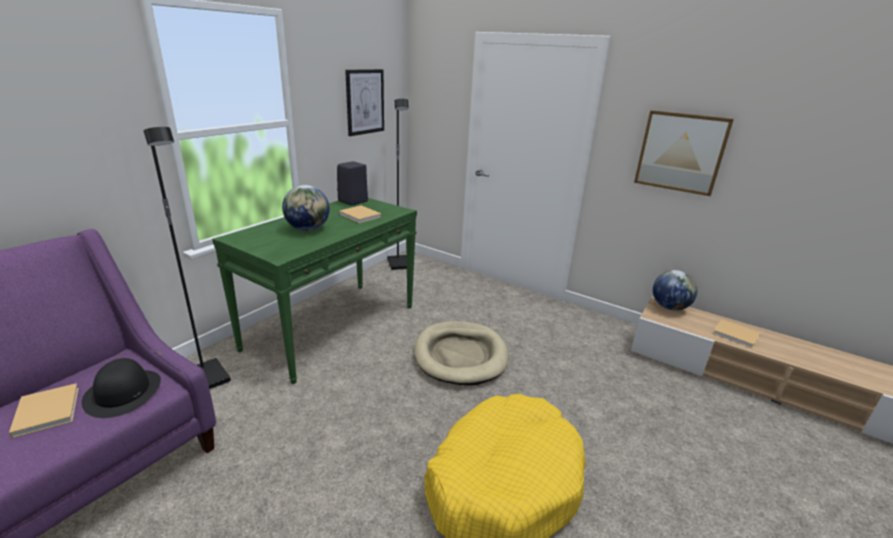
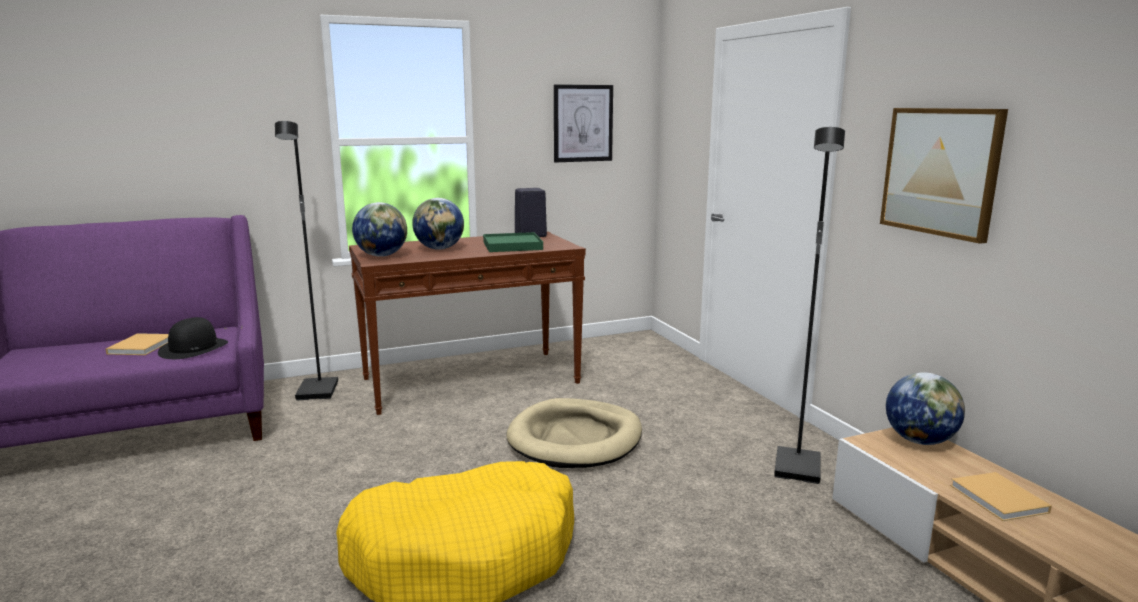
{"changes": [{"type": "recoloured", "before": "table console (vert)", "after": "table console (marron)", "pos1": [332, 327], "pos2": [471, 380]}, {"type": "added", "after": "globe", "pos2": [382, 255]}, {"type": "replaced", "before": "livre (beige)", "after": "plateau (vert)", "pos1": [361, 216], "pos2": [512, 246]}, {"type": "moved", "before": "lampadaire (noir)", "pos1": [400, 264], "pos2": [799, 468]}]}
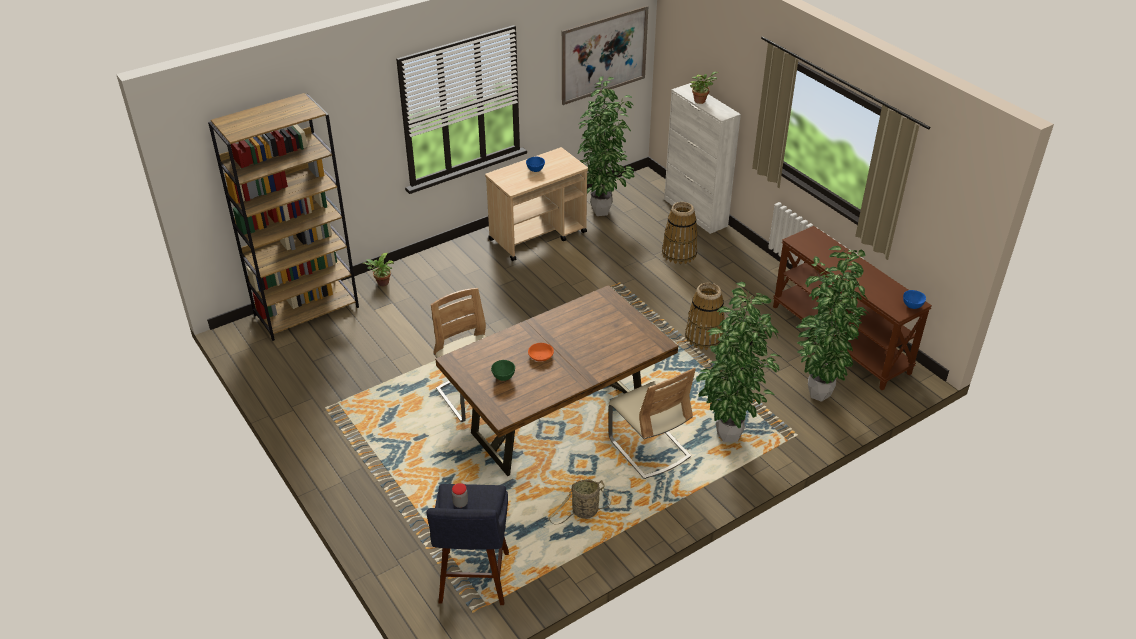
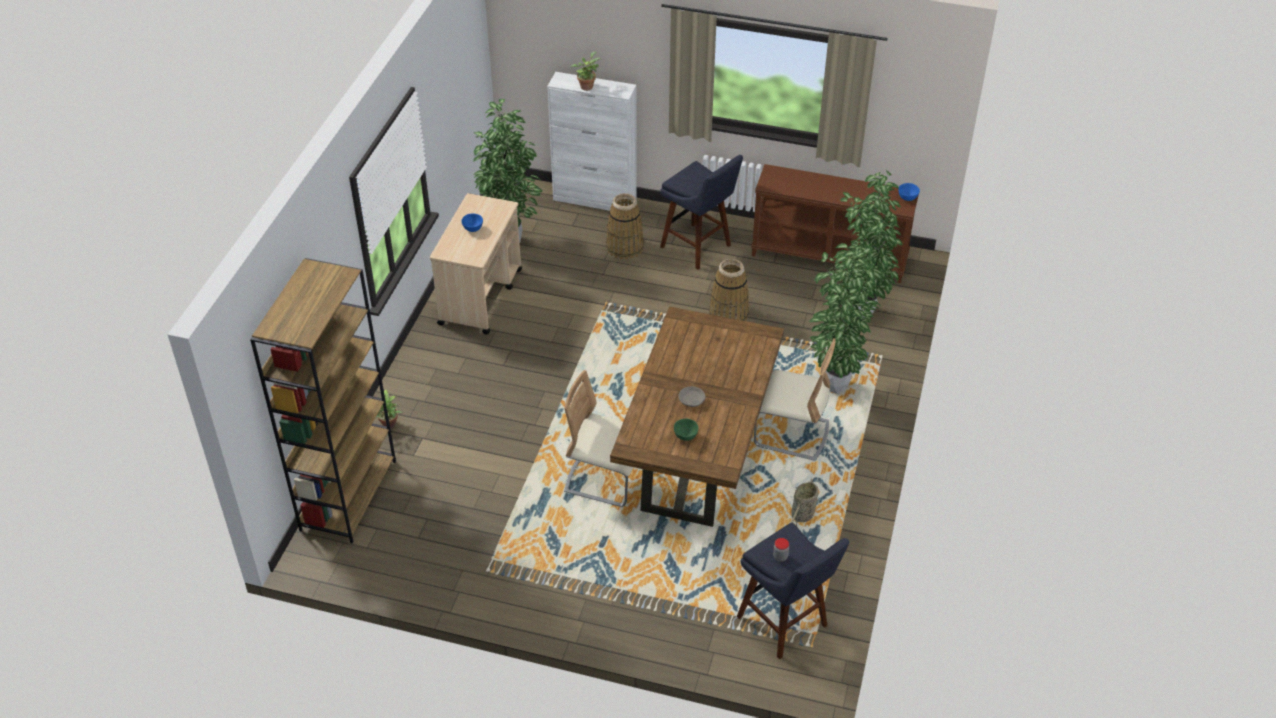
{"changes": [{"type": "added", "after": "tabouret (bleu)", "pos2": [699, 248]}, {"type": "recoloured", "before": "bol (orange)", "after": "bol (gris)", "pos1": [540, 356], "pos2": [691, 400]}, {"type": "removed", "before": "tableau", "pos1": [604, 55]}]}
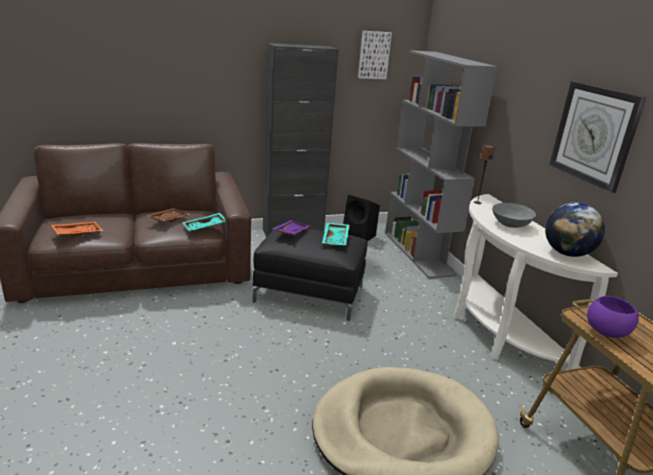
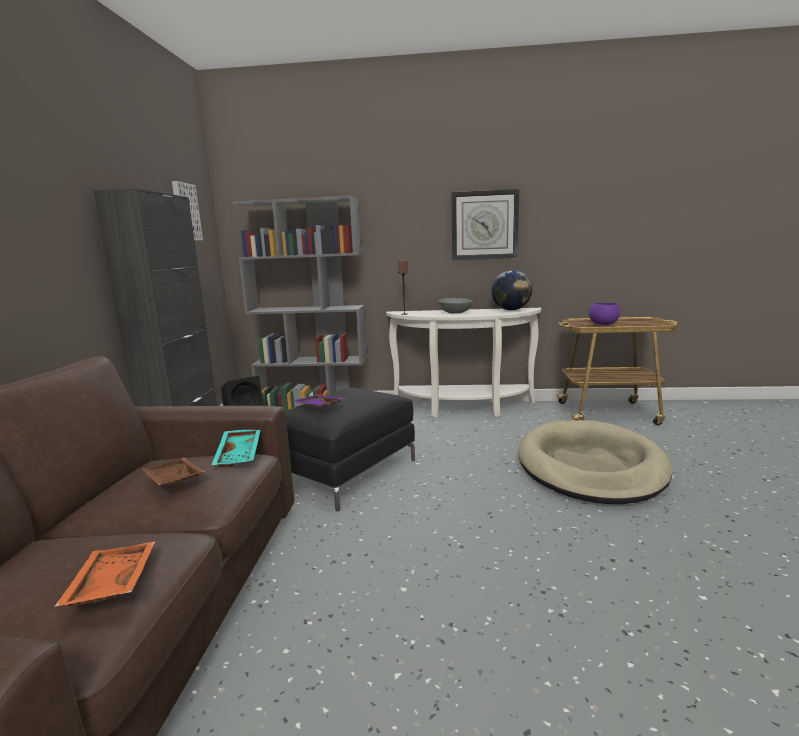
{"changes": [{"type": "removed", "before": "plateau (turquoise)", "pos1": [336, 239]}]}
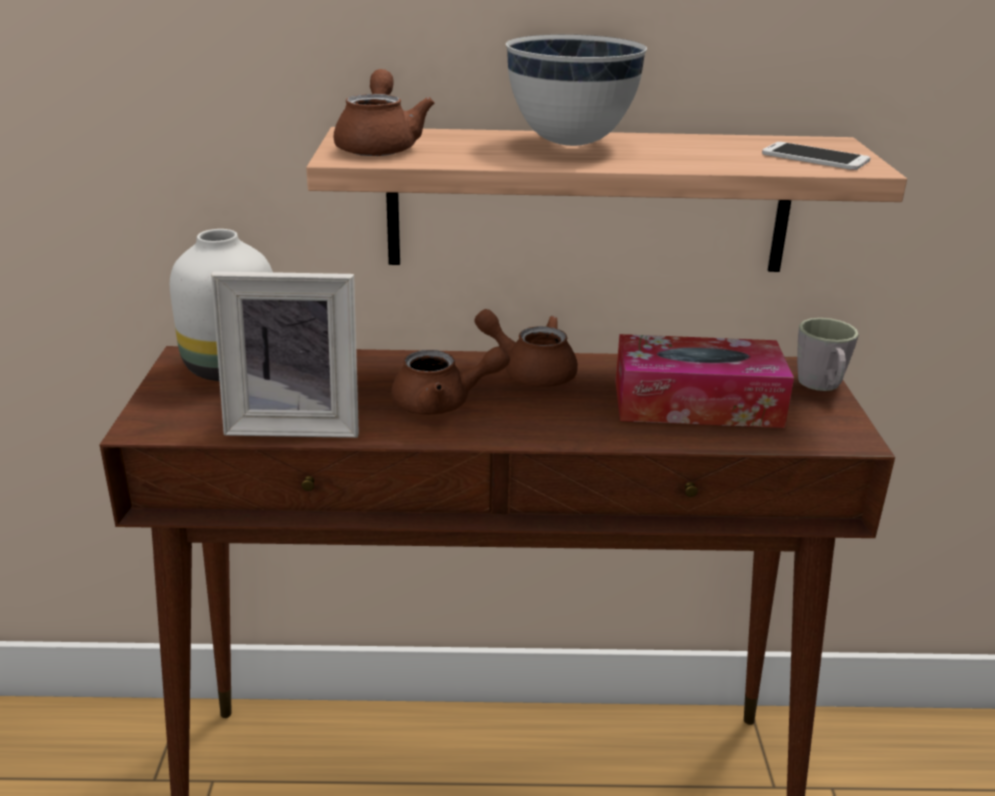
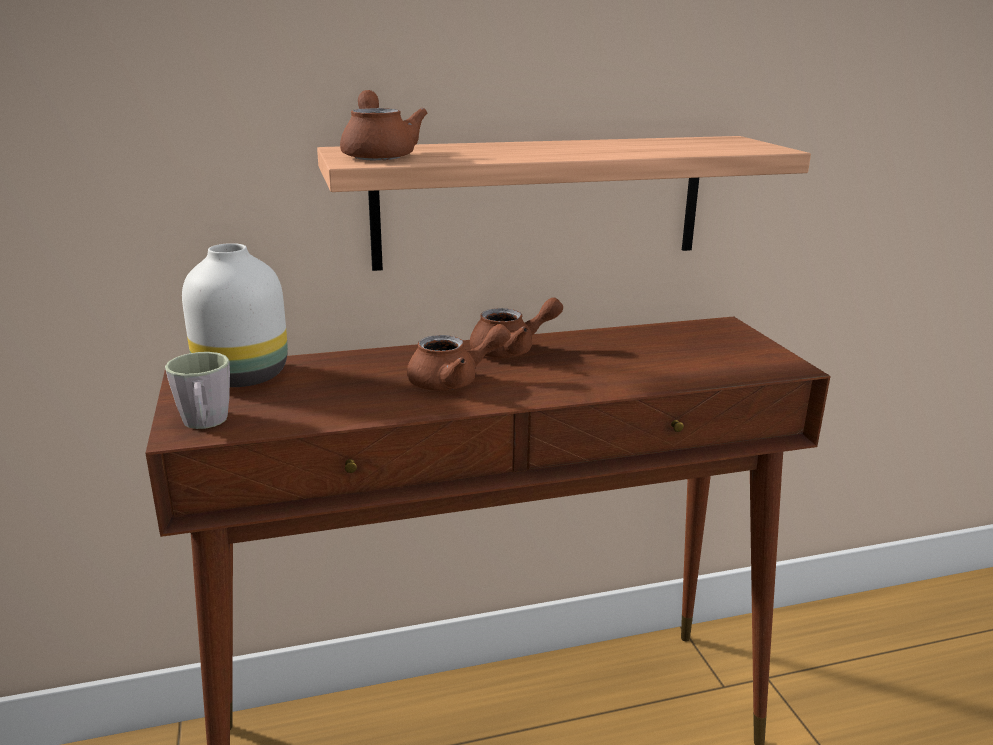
{"changes": [{"type": "moved", "before": "mug (gris)", "pos1": [822, 386], "pos2": [205, 424]}, {"type": "turned", "before": "théière (marron)", "pos1": [530, 371], "pos2": [512, 350], "turn": 150}, {"type": "removed", "before": "cadre photo", "pos1": [296, 423]}, {"type": "removed", "before": "bol (blanc)", "pos1": [569, 144]}, {"type": "removed", "before": "boîte à mouchoirs", "pos1": [696, 404]}, {"type": "removed", "before": "téléphone", "pos1": [815, 157]}]}
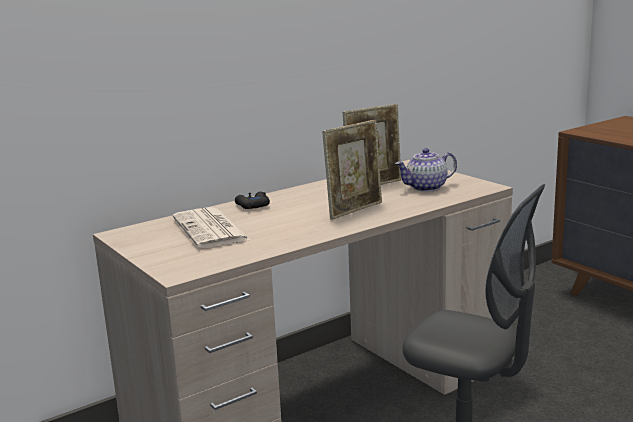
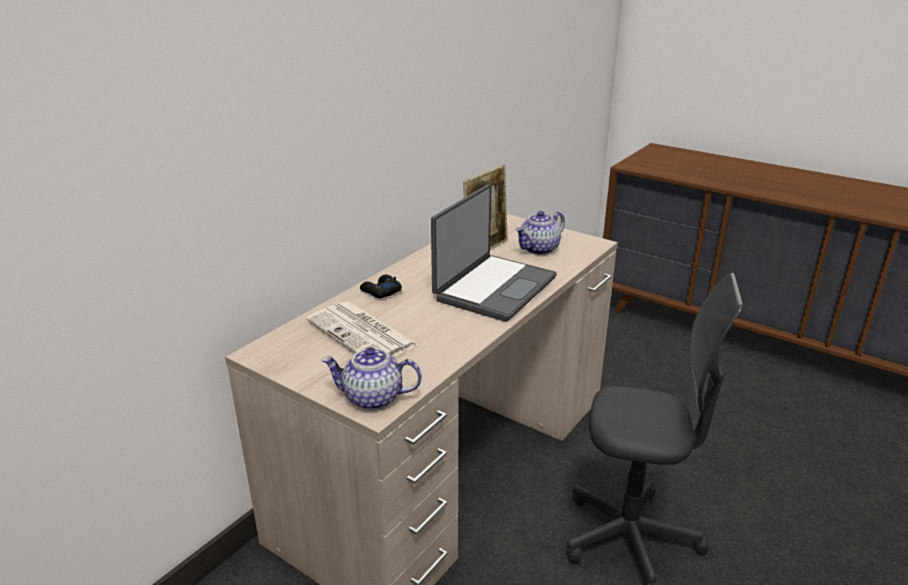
{"changes": [{"type": "added", "after": "théière", "pos2": [372, 398]}, {"type": "replaced", "before": "cadre photo", "after": "ordinateur portable", "pos1": [355, 210], "pos2": [493, 288]}]}
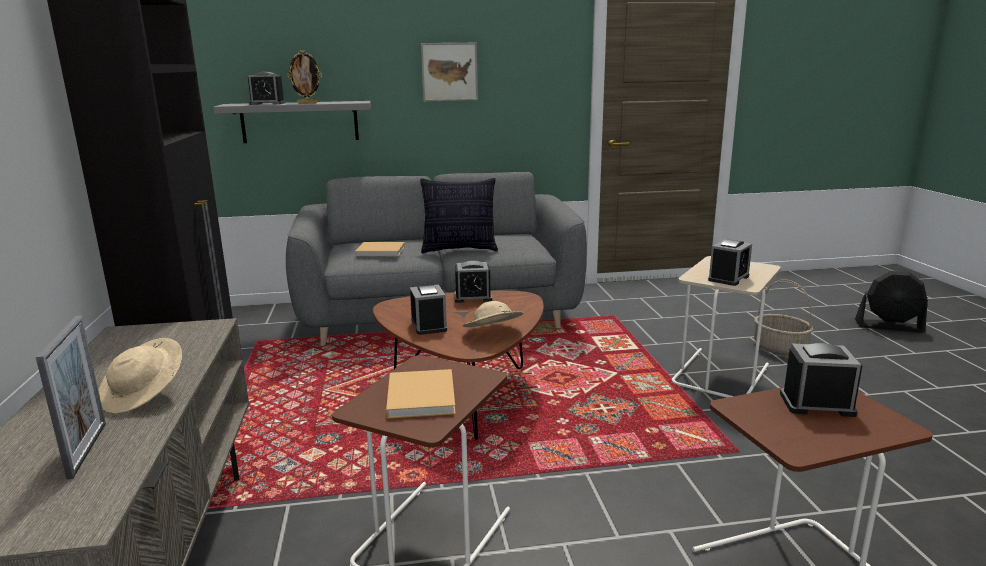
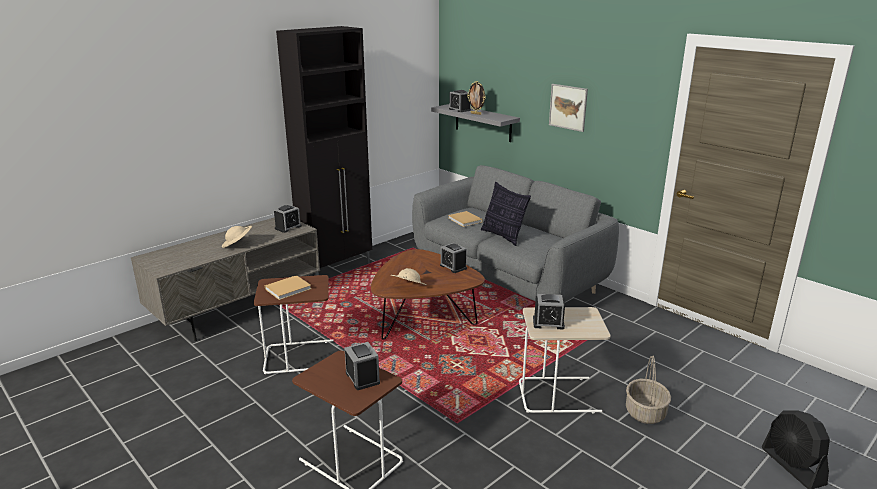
{"changes": [{"type": "moved", "before": "réveil", "pos1": [429, 325], "pos2": [288, 227]}, {"type": "removed", "before": "cadre photo", "pos1": [87, 449]}]}
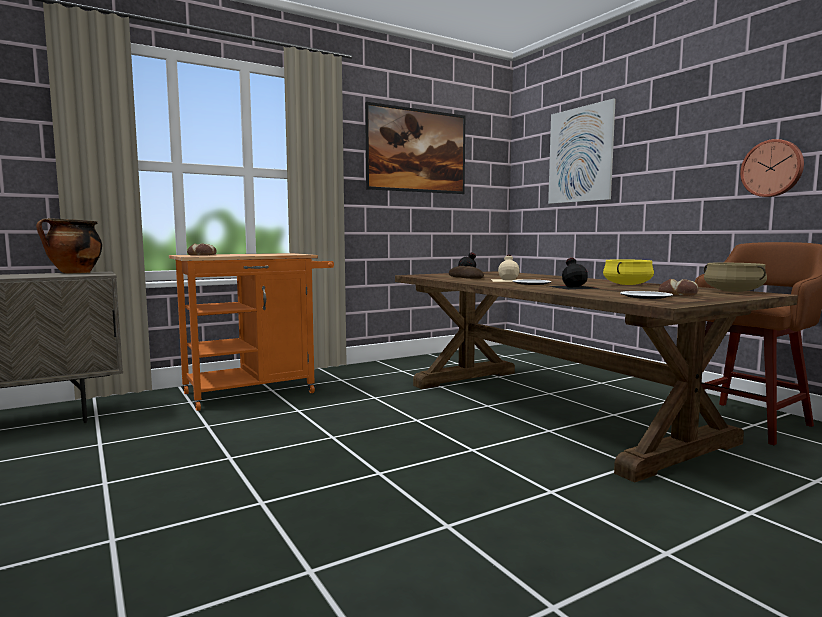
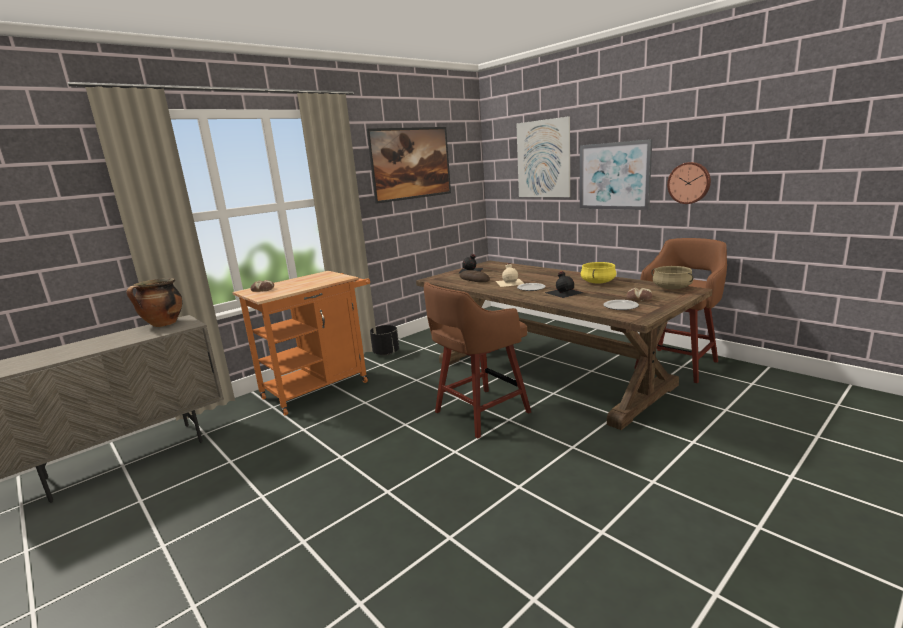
{"changes": [{"type": "added", "after": "cache-pot (noir)", "pos2": [386, 353]}, {"type": "added", "after": "tabouret (marron)", "pos2": [479, 413]}, {"type": "added", "after": "tableau", "pos2": [614, 176]}]}
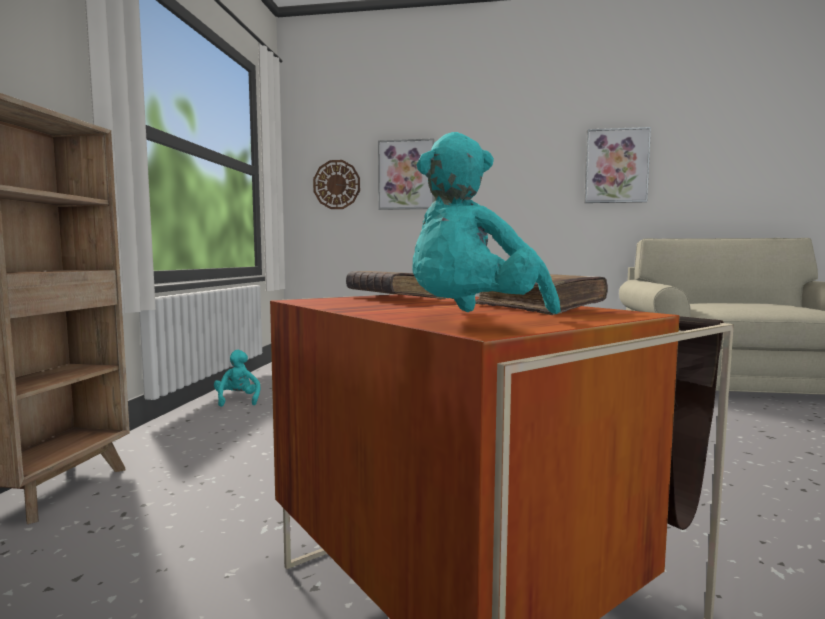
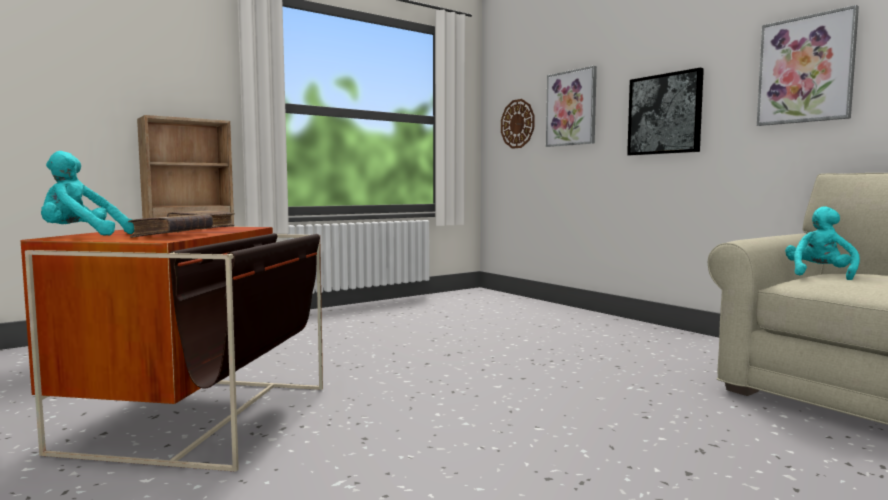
{"changes": [{"type": "added", "after": "tableau", "pos2": [665, 114]}, {"type": "moved", "before": "peluche (turquoise)", "pos1": [237, 400], "pos2": [819, 275]}]}
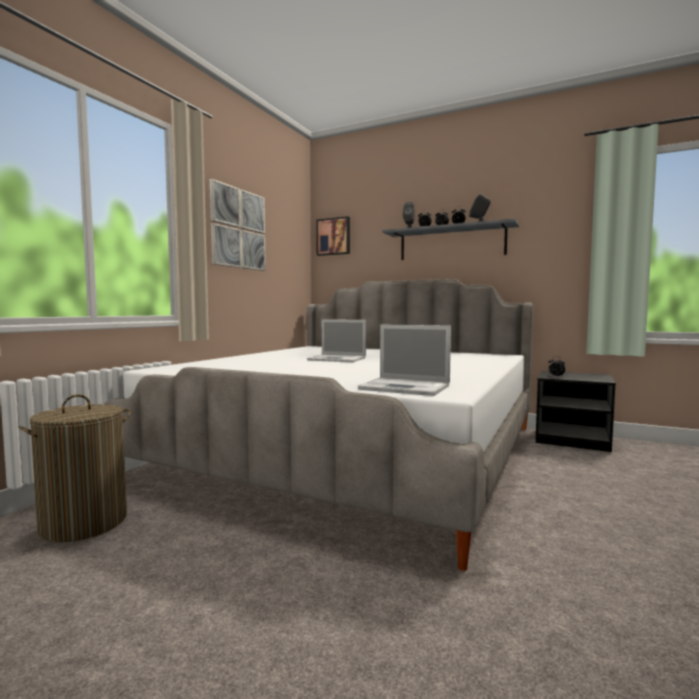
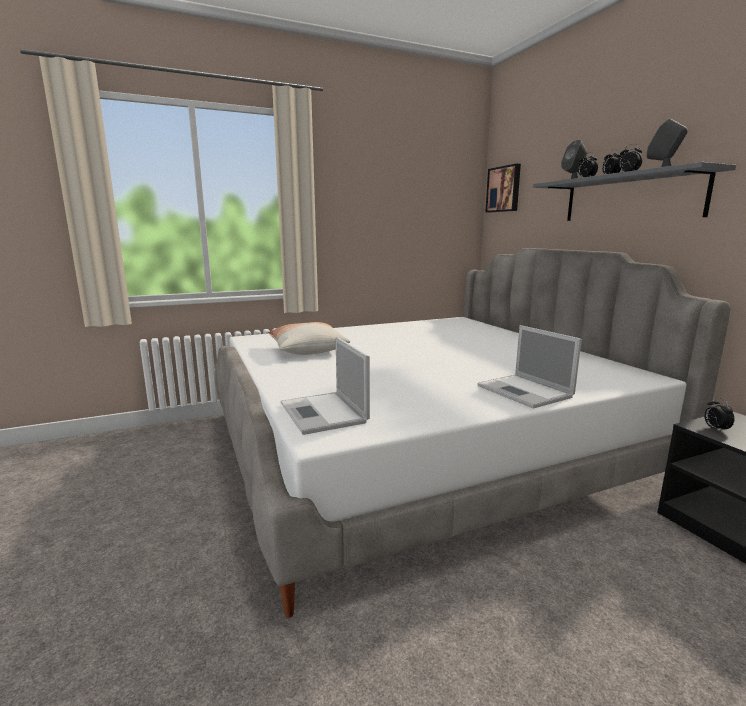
{"changes": [{"type": "added", "after": "coussin", "pos2": [307, 350]}, {"type": "moved", "before": "ordinateur portable", "pos1": [338, 359], "pos2": [526, 392]}, {"type": "removed", "before": "panier à linge", "pos1": [84, 523]}, {"type": "removed", "before": "tableau", "pos1": [238, 228]}]}
